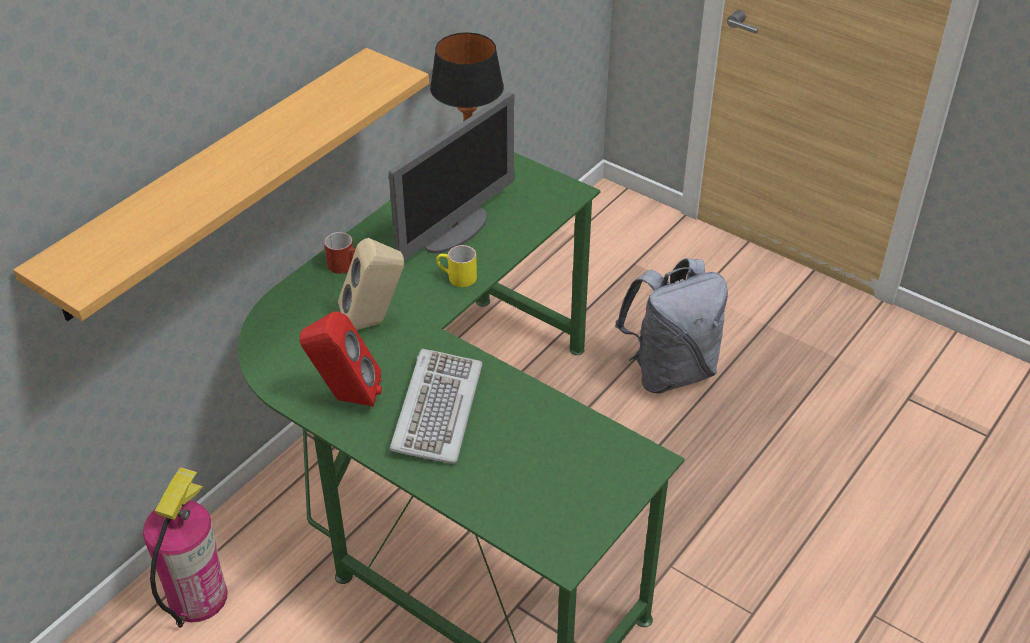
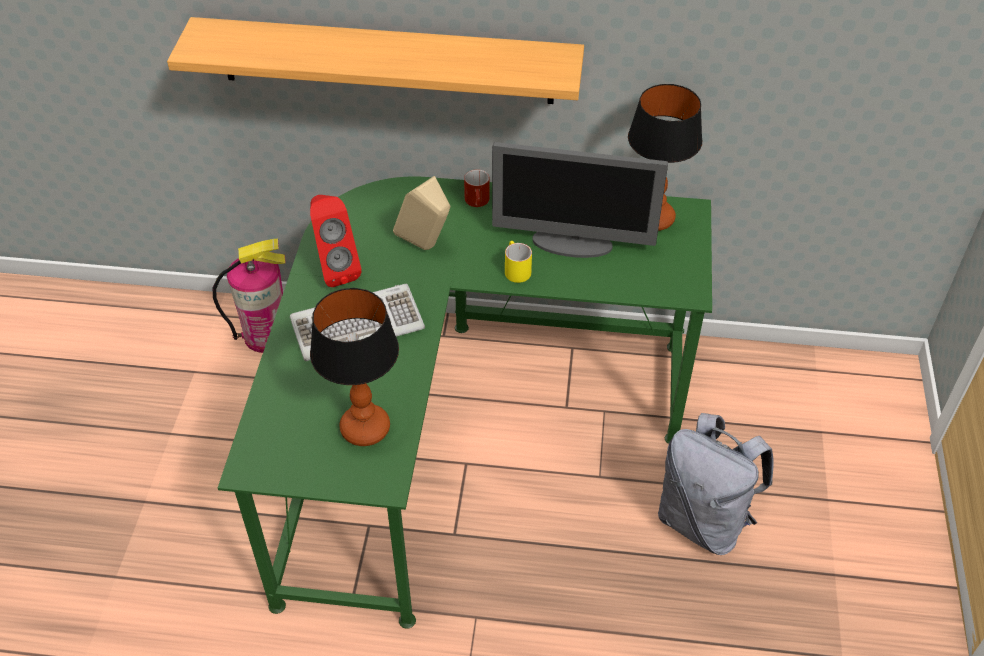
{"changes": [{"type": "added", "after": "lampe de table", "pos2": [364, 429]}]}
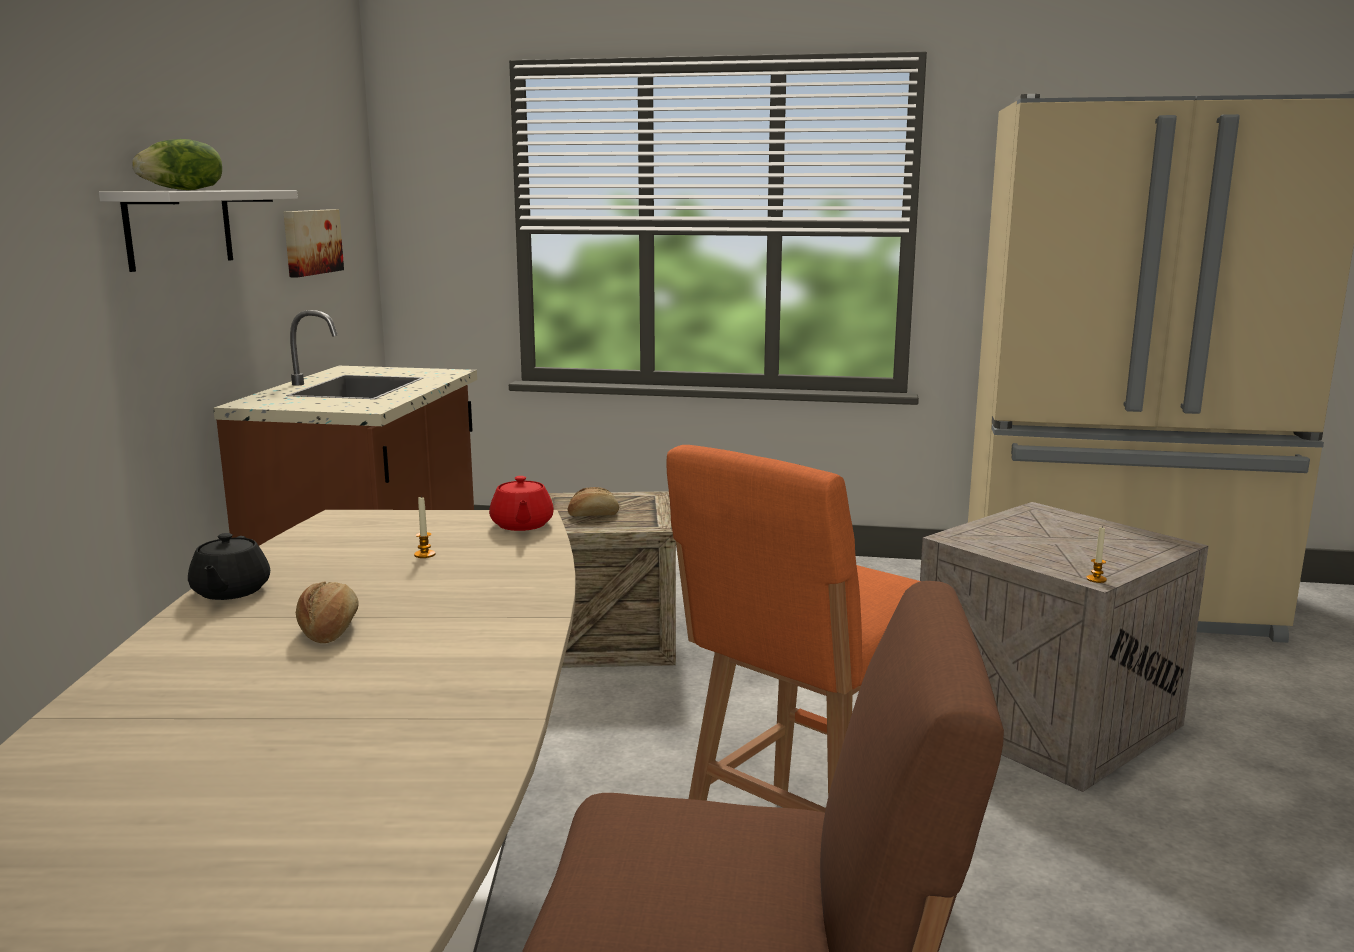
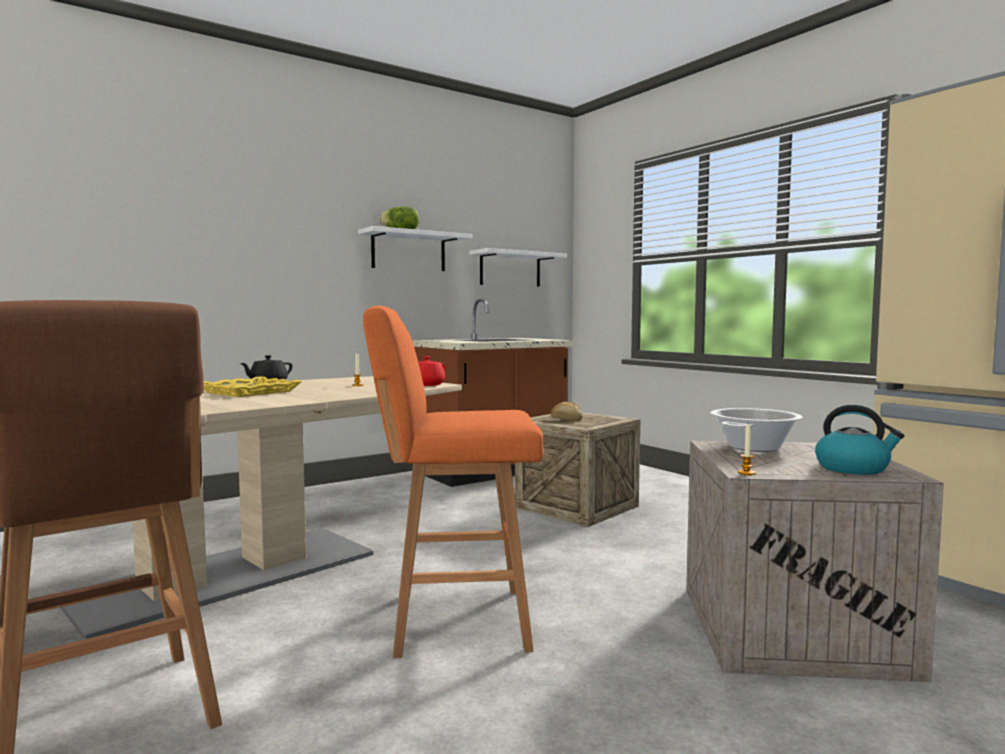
{"changes": [{"type": "replaced", "before": "pain", "after": "plateau (jaune)", "pos1": [329, 631], "pos2": [250, 392]}, {"type": "replaced", "before": "tableau", "after": "étagère (blanc)", "pos1": [311, 242], "pos2": [510, 269]}, {"type": "added", "after": "marmite", "pos2": [754, 447]}, {"type": "added", "after": "bouilloire", "pos2": [853, 468]}]}
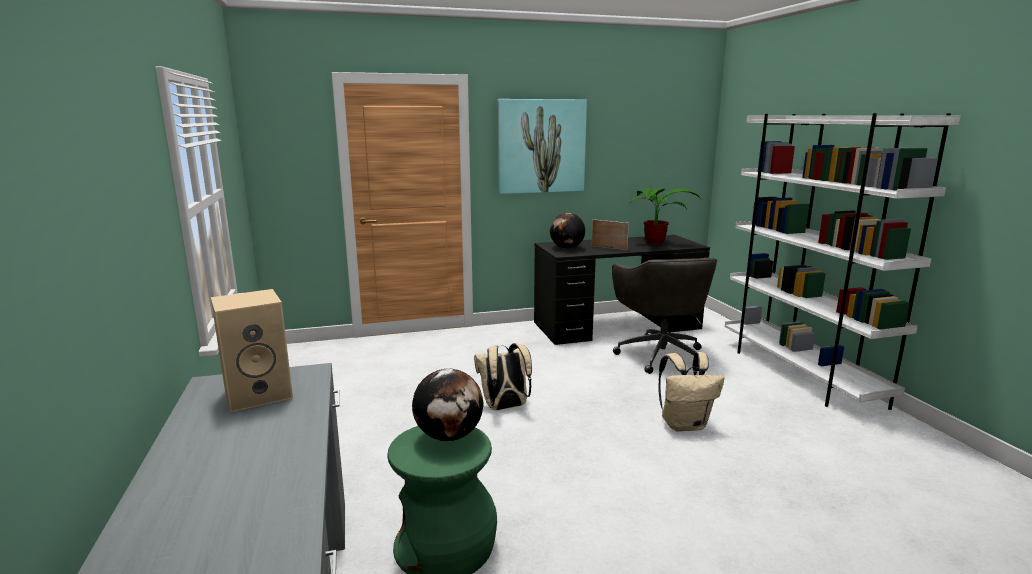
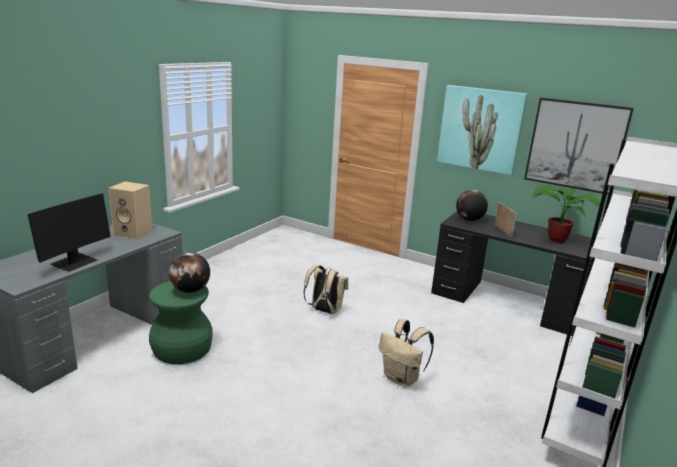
{"changes": [{"type": "added", "after": "écran d'ordinateur", "pos2": [74, 263]}, {"type": "added", "after": "tableau", "pos2": [575, 145]}, {"type": "removed", "before": "chaise de bureau (gris)", "pos1": [660, 355]}]}
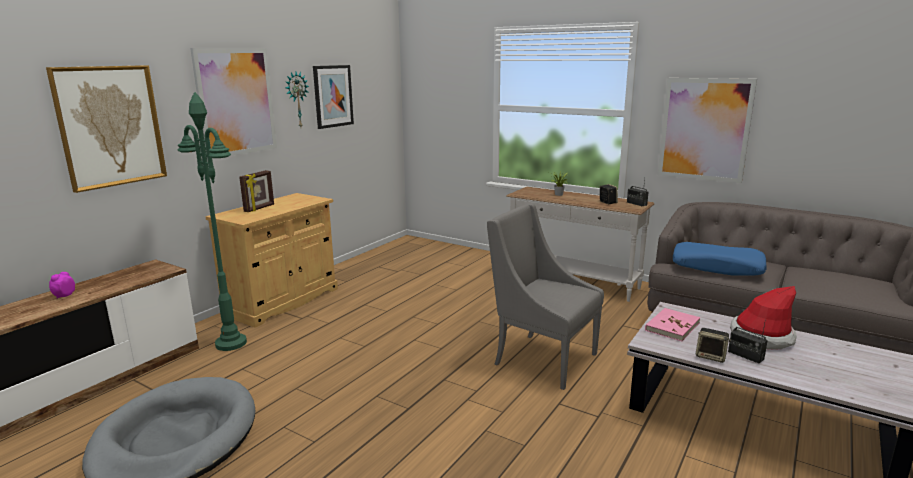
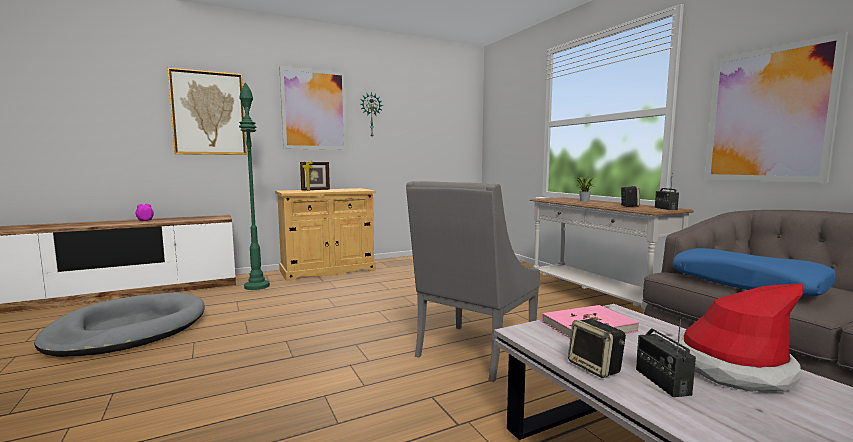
{"changes": [{"type": "turned", "before": "fauteuil (gris)", "pos1": [542, 358], "pos2": [472, 352], "turn": -120}, {"type": "removed", "before": "tableau", "pos1": [333, 96]}]}
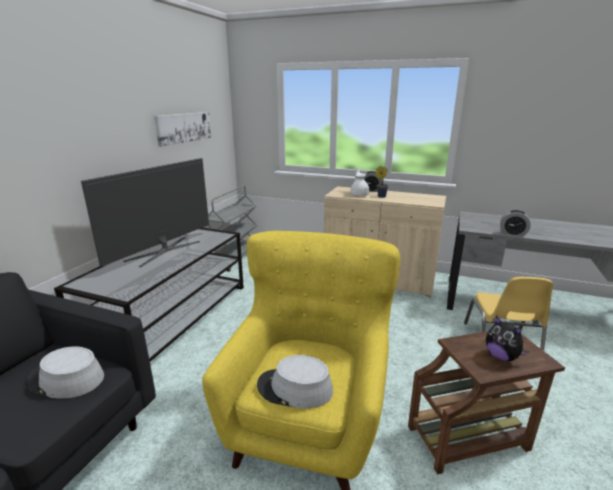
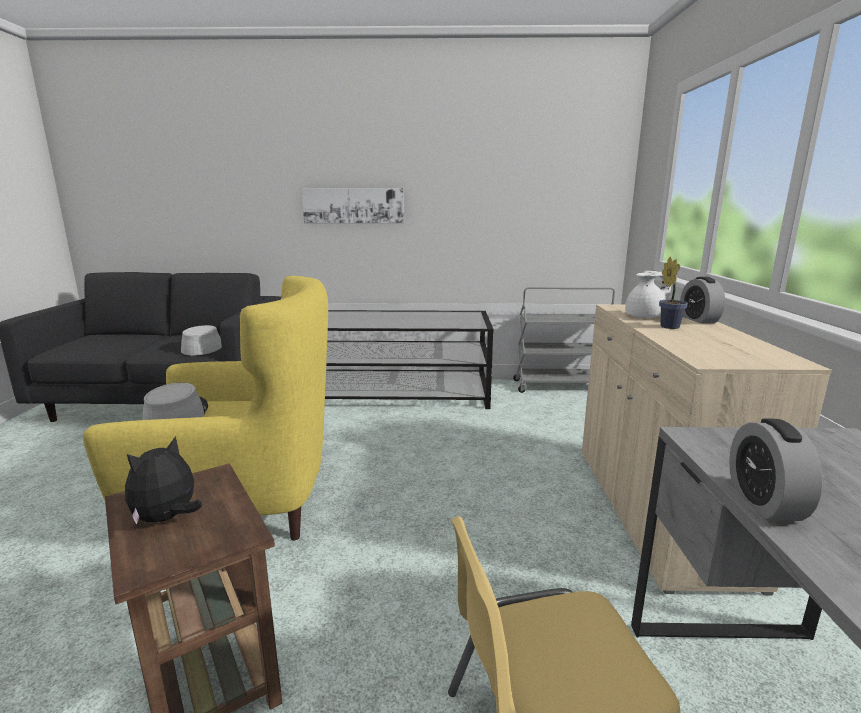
{"changes": [{"type": "moved", "before": "tableau", "pos1": [184, 127], "pos2": [353, 205]}, {"type": "removed", "before": "téléviseur", "pos1": [164, 251]}]}
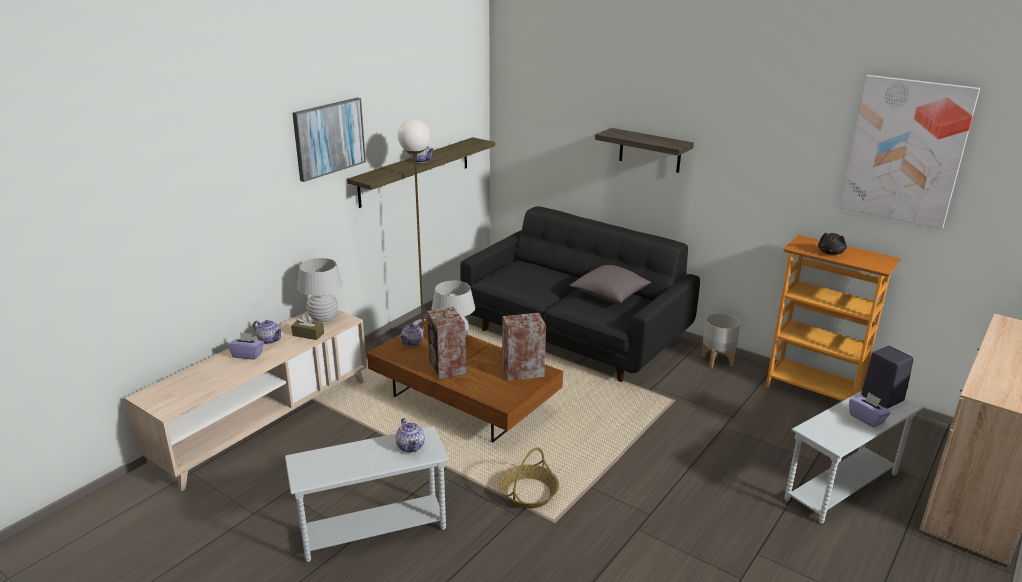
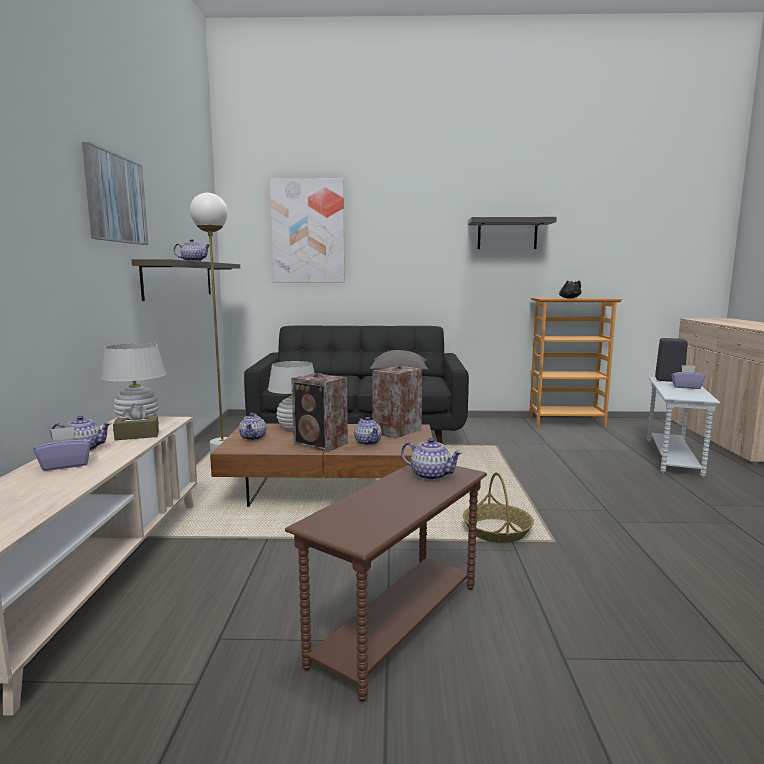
{"changes": [{"type": "moved", "before": "tableau", "pos1": [905, 151], "pos2": [308, 231]}, {"type": "recoloured", "before": "table d'appoint (blanc)", "after": "table d'appoint (marron)", "pos1": [373, 530], "pos2": [396, 624]}, {"type": "added", "after": "théière", "pos2": [368, 442]}, {"type": "moved", "before": "étagère", "pos1": [650, 150], "pos2": [507, 234]}, {"type": "removed", "before": "cache-pot (gris)", "pos1": [717, 360]}]}
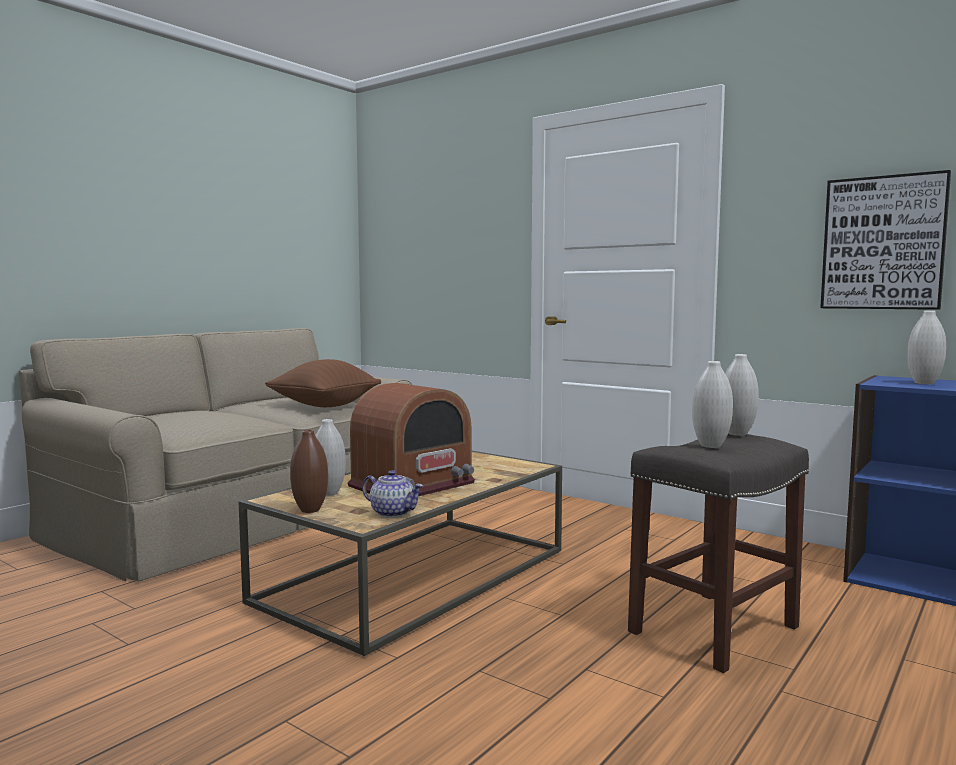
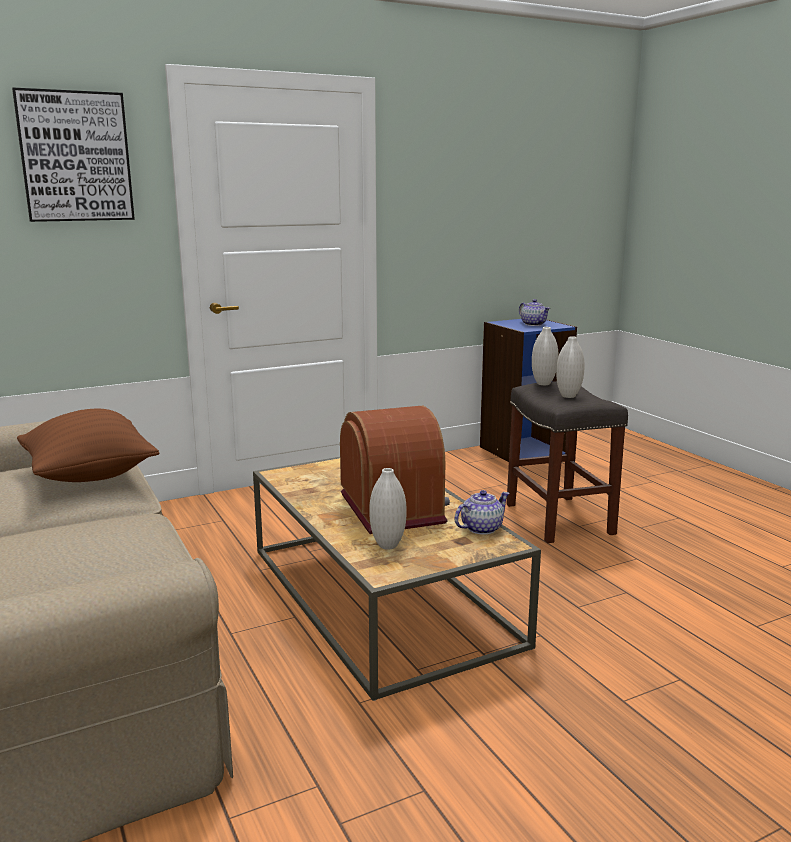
{"changes": [{"type": "moved", "before": "tableau", "pos1": [883, 243], "pos2": [75, 157]}, {"type": "replaced", "before": "vase (blanc)", "after": "théière", "pos1": [924, 383], "pos2": [533, 324]}, {"type": "removed", "before": "vase (marron)", "pos1": [310, 510]}]}
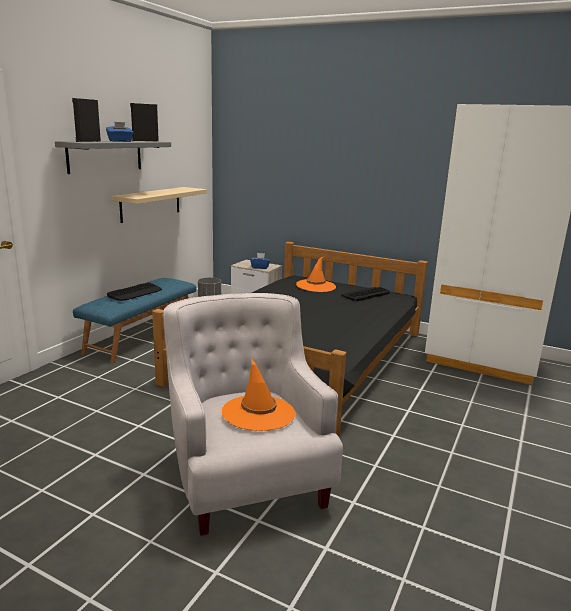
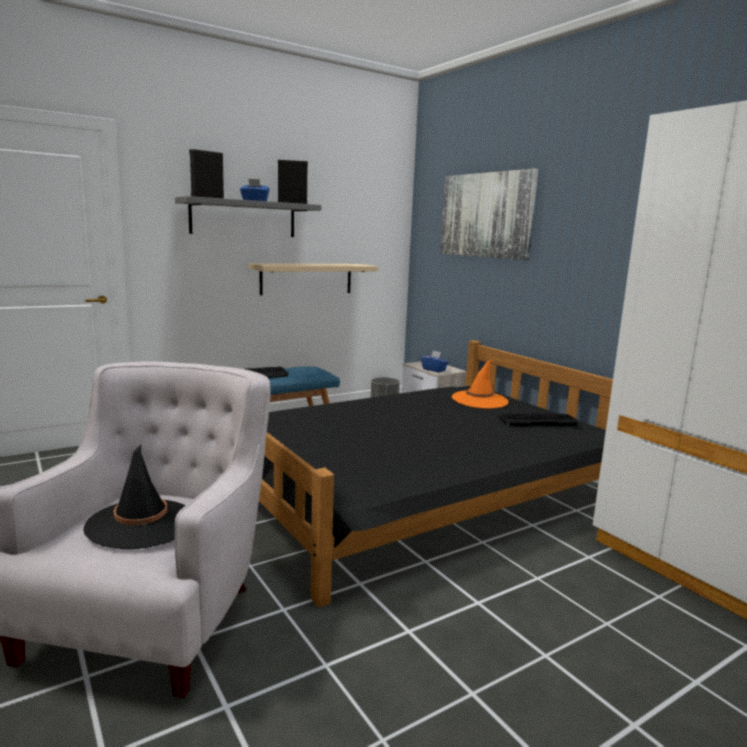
{"changes": [{"type": "recoloured", "before": "chapeau (orange)", "after": "chapeau (noir)", "pos1": [258, 413], "pos2": [142, 524]}, {"type": "added", "after": "tableau", "pos2": [486, 215]}]}
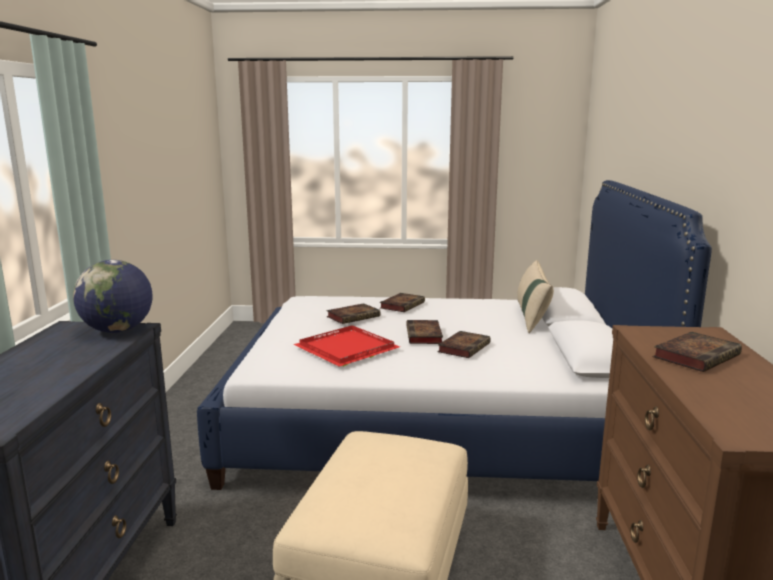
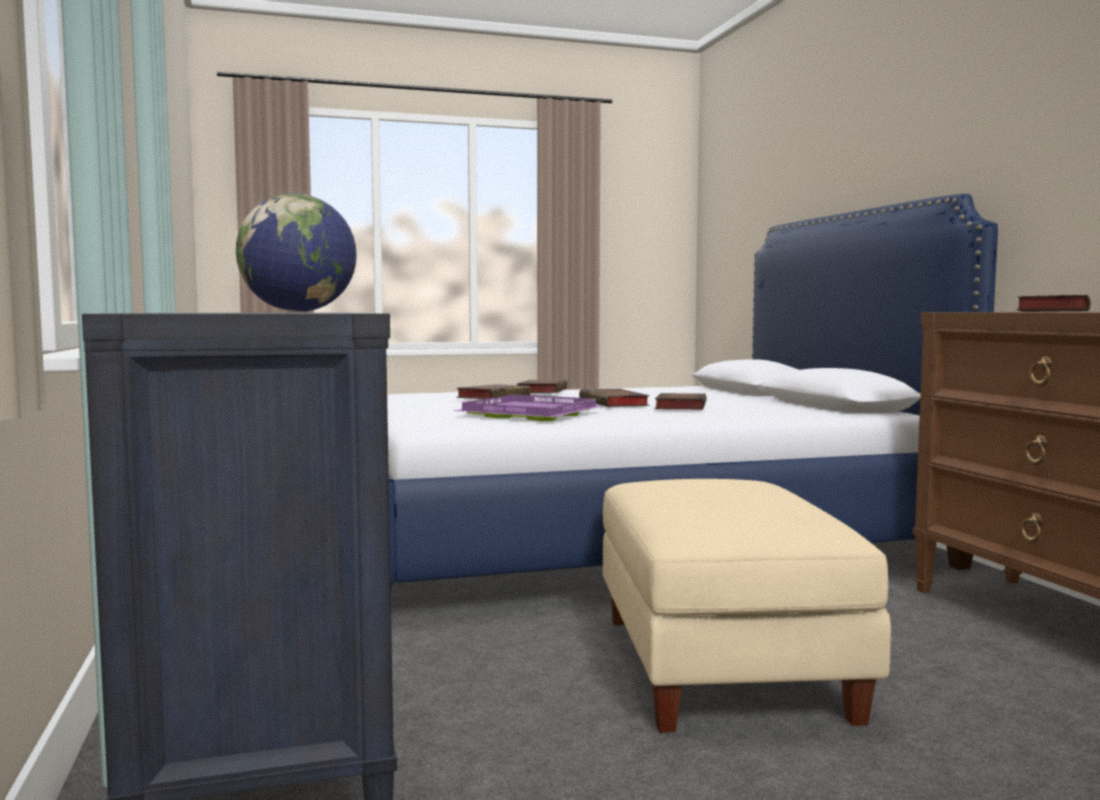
{"changes": [{"type": "recoloured", "before": "plateau (rouge)", "after": "plateau (violet)", "pos1": [347, 348], "pos2": [529, 413]}, {"type": "removed", "before": "coussin (beige)", "pos1": [532, 317]}]}
